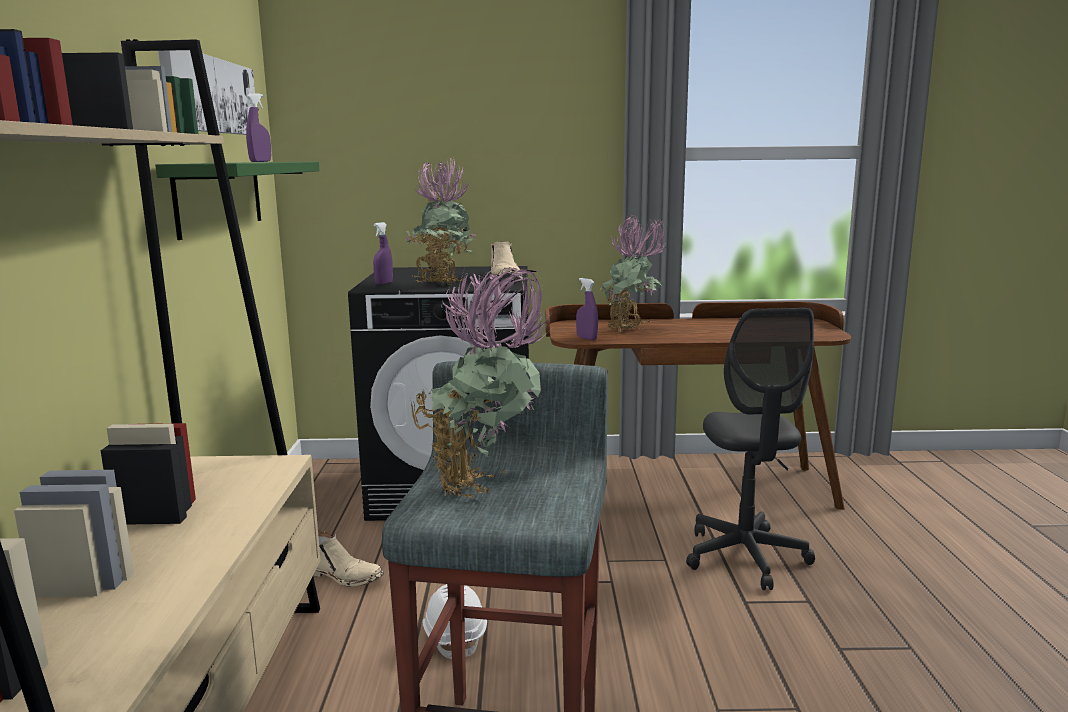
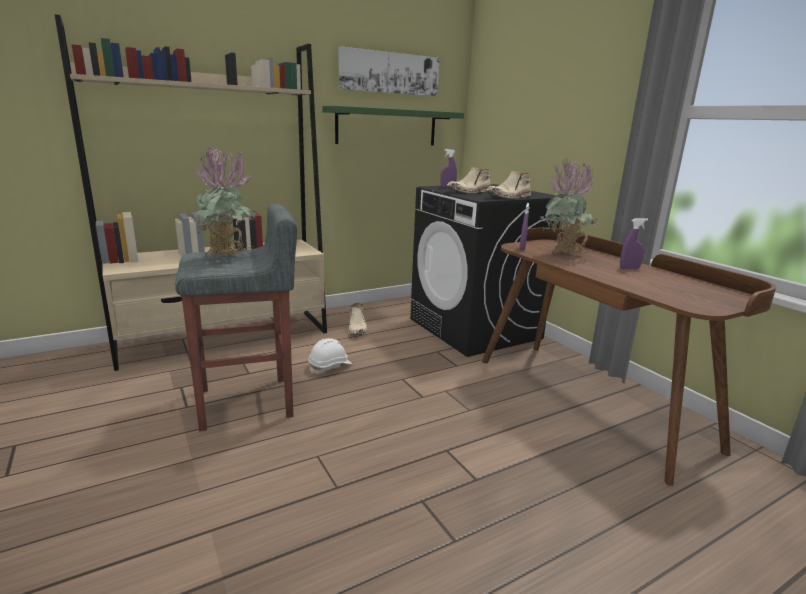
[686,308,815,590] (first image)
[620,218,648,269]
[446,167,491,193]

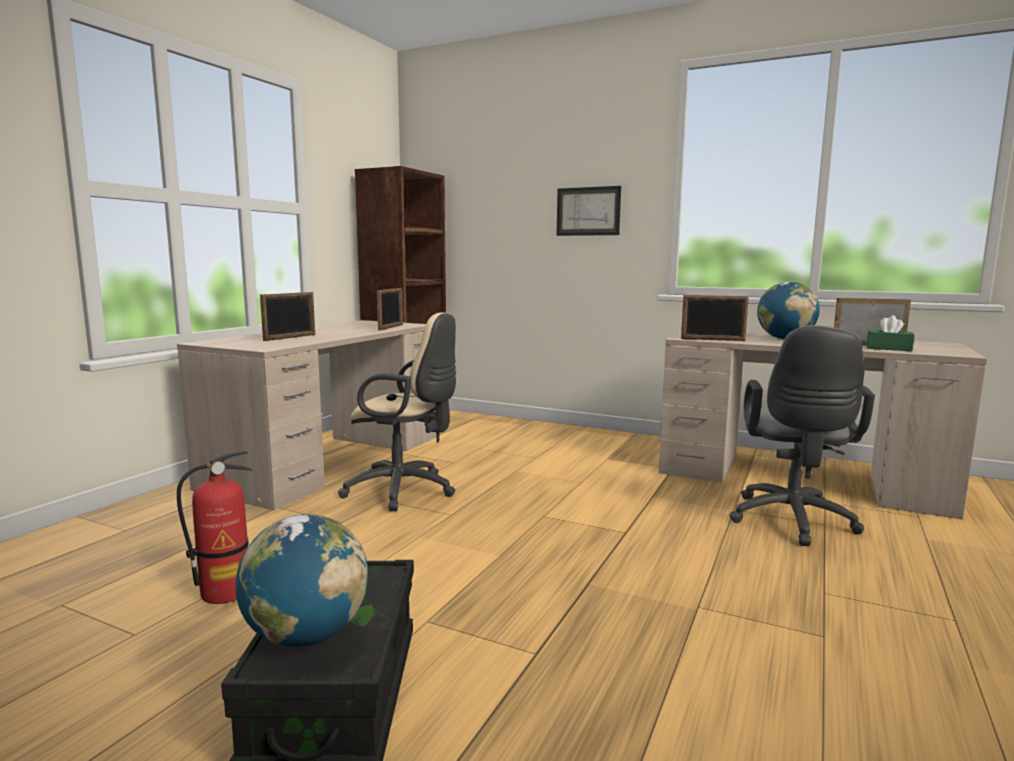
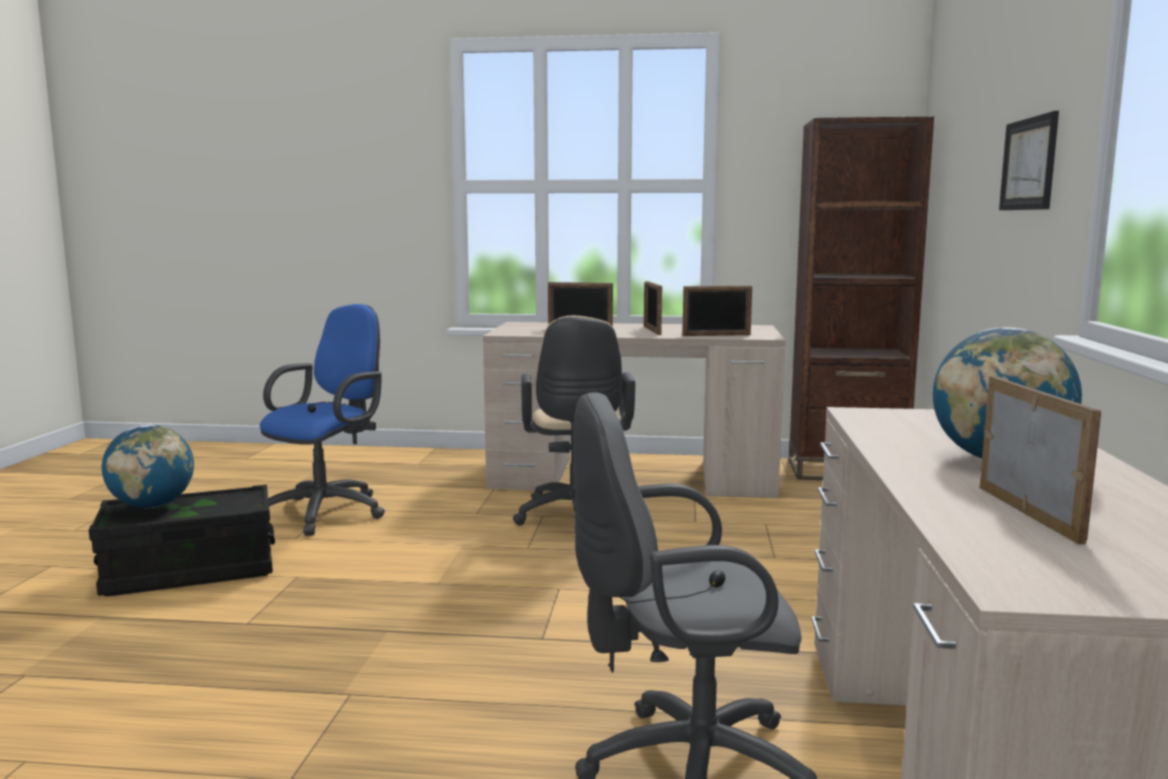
[867,315,915,351] (first image)
[644,281,662,335]
[260,304,385,536]

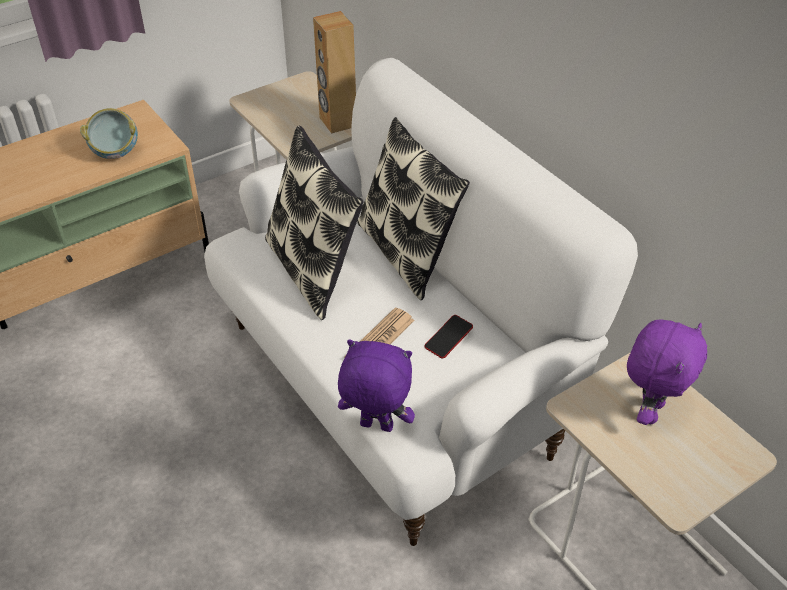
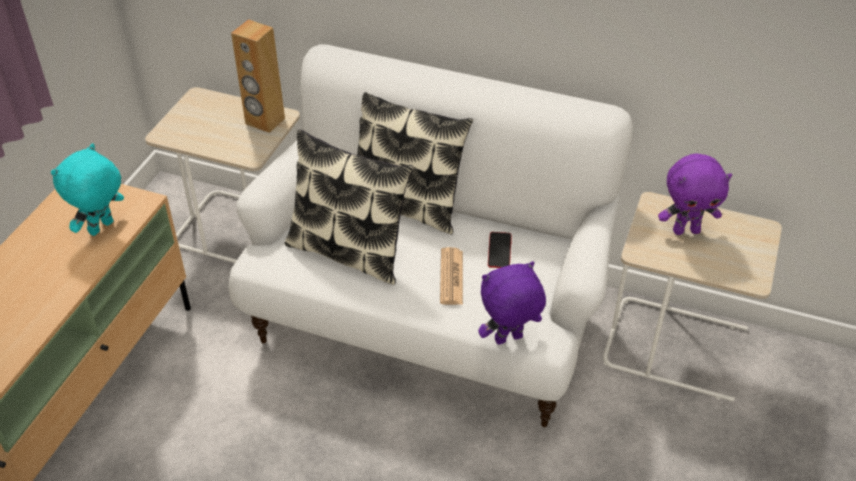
[51,143,124,236]
[658,153,732,235]

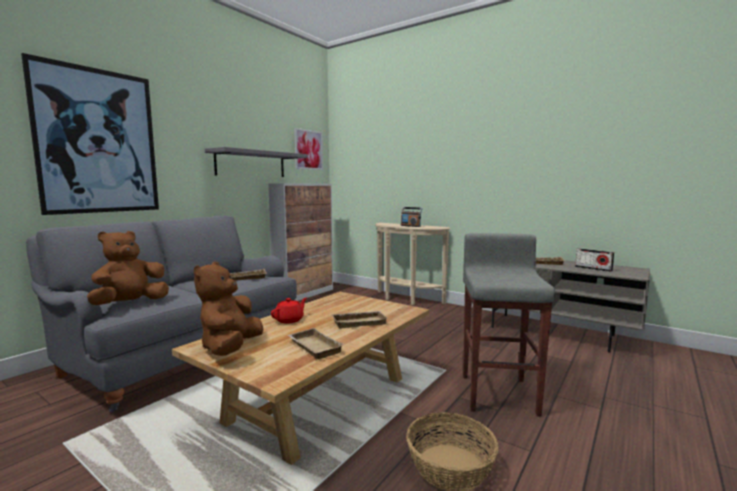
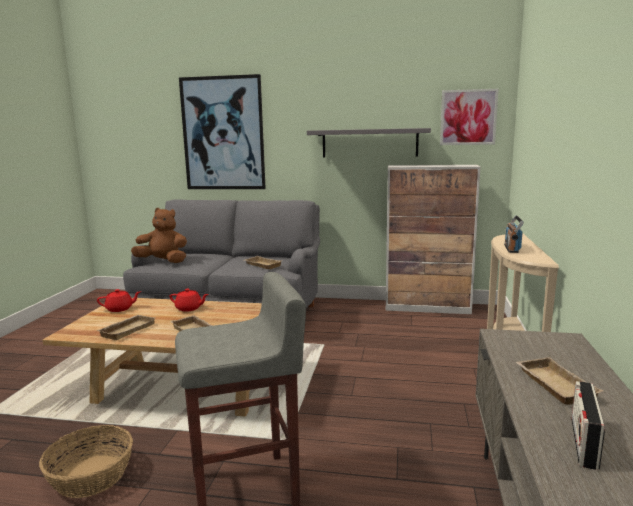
[97,289,141,312]

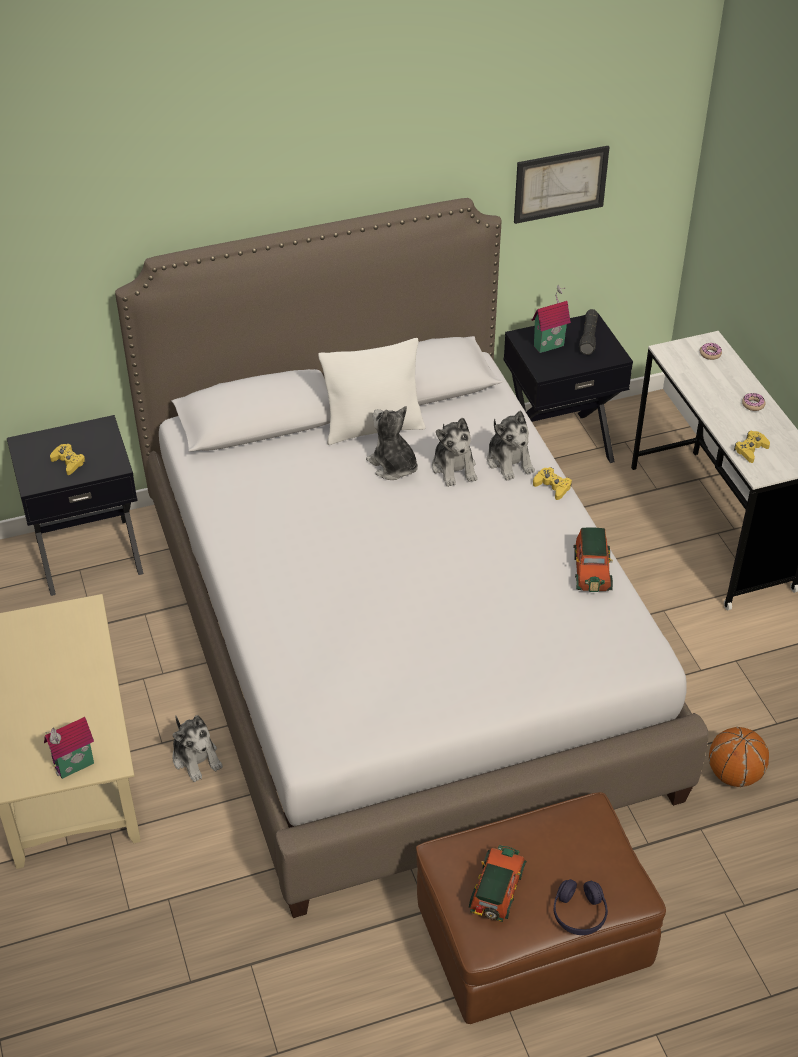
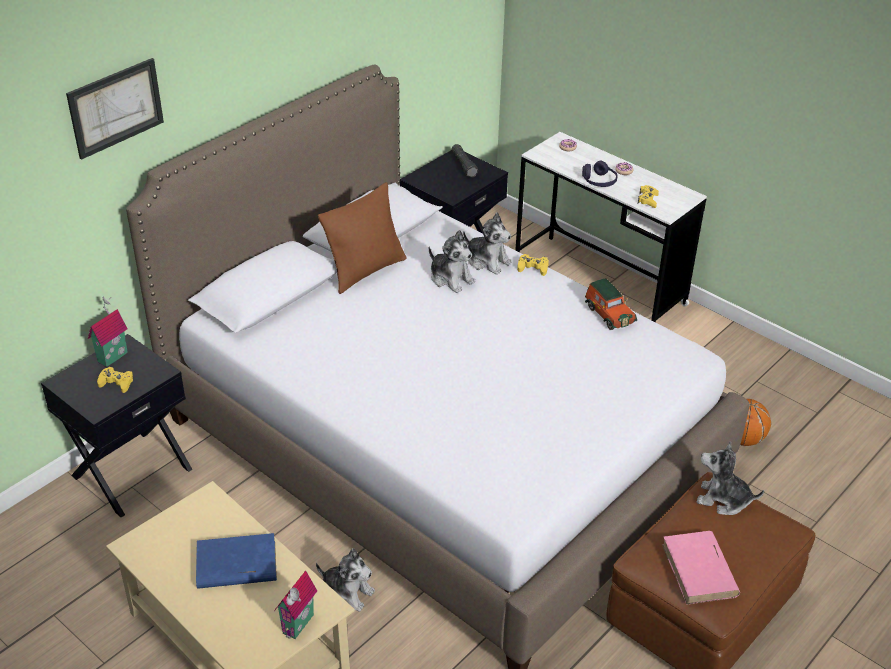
[196,533,277,589]
[697,441,764,515]
[66,58,164,160]
[88,297,128,367]
[582,161,618,187]
[662,531,740,605]
[318,182,407,294]

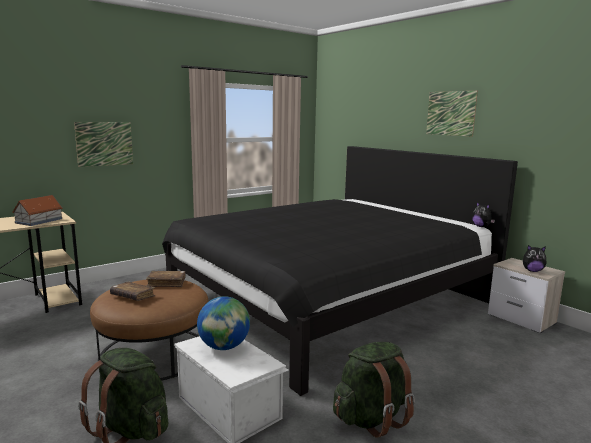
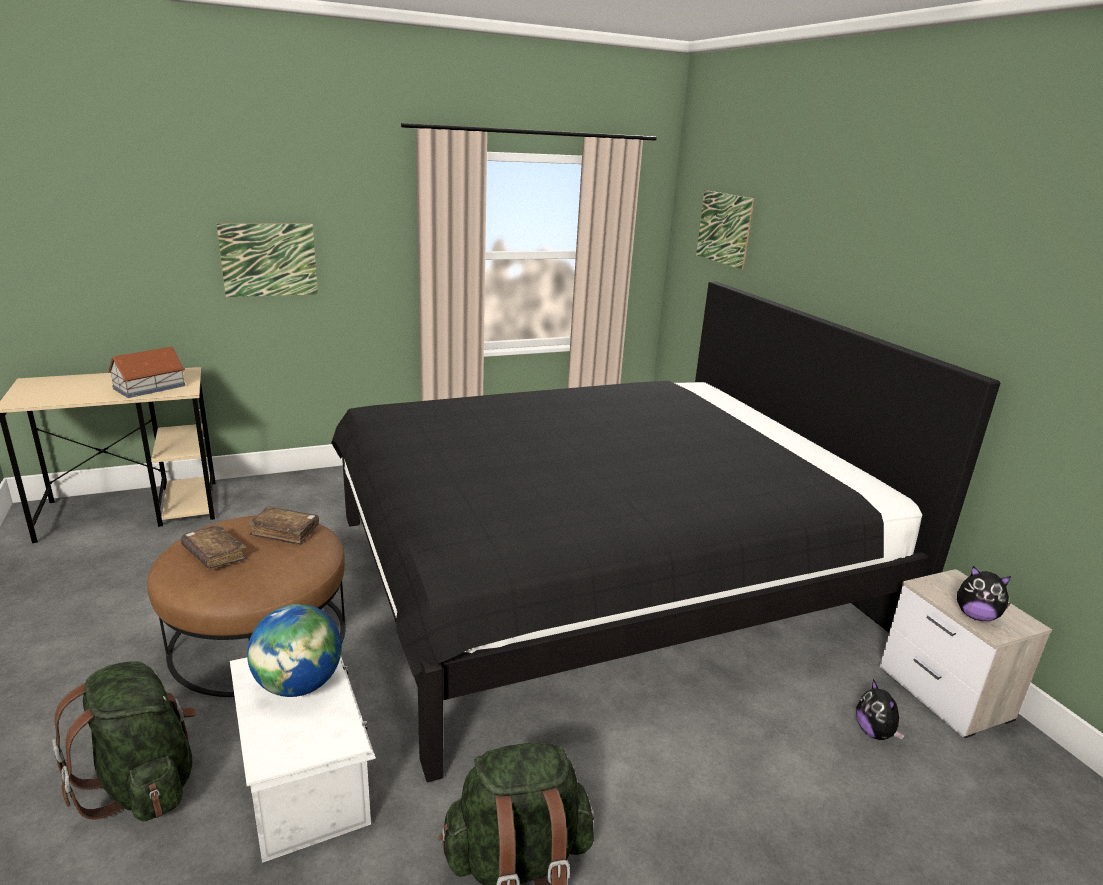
[696,190,755,270]
[856,679,905,740]

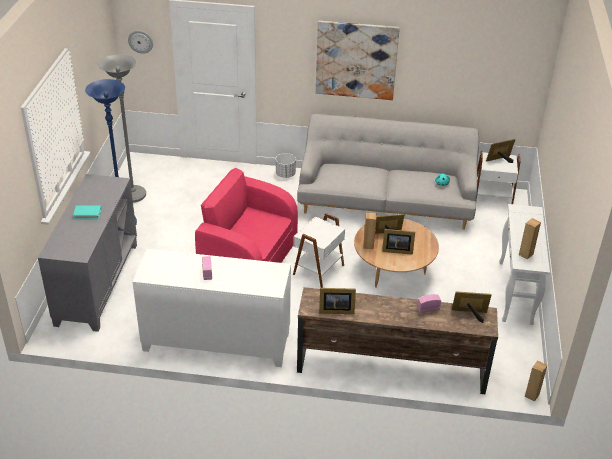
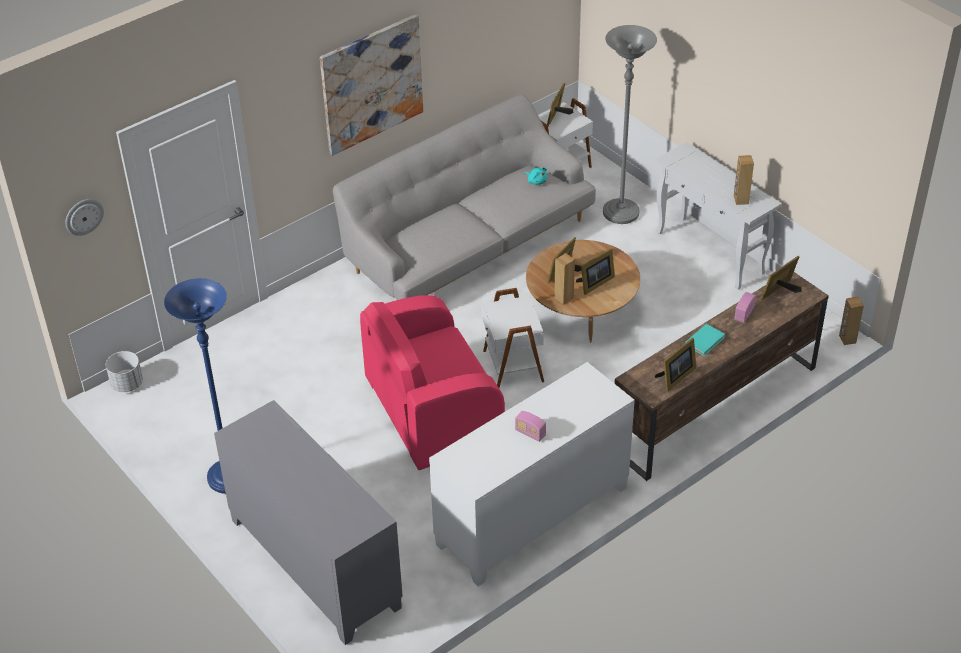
[685,324,725,356]
[603,25,657,224]
[106,351,143,392]

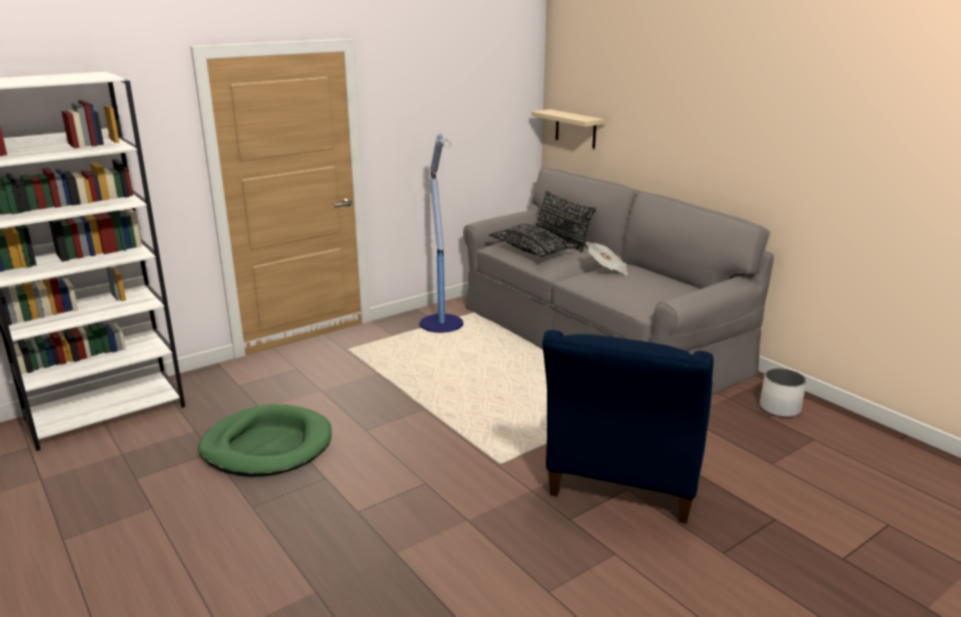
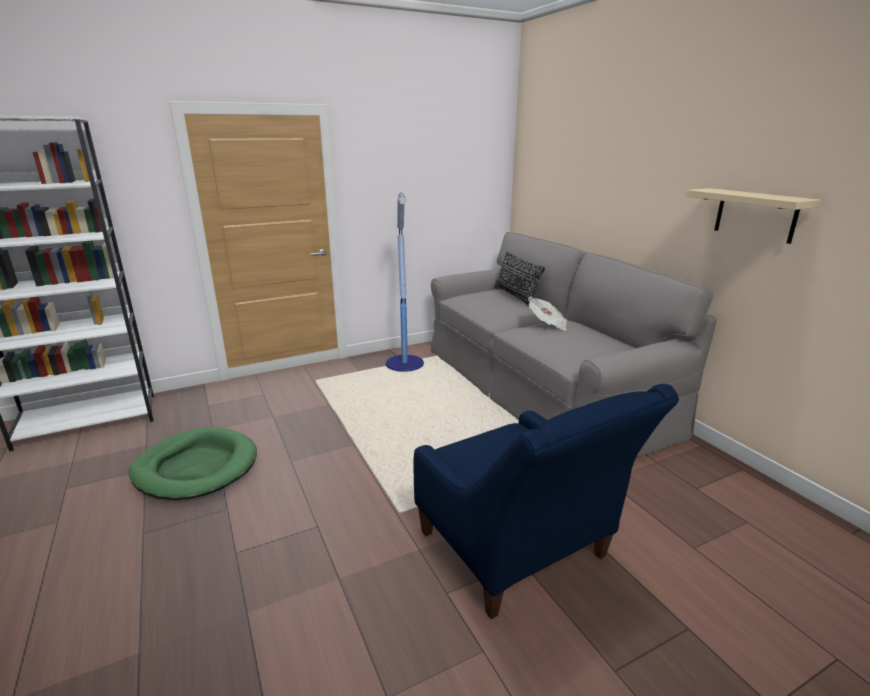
[489,224,578,257] (first image)
[760,368,806,417] (first image)
[686,188,821,244]
[414,384,679,619]

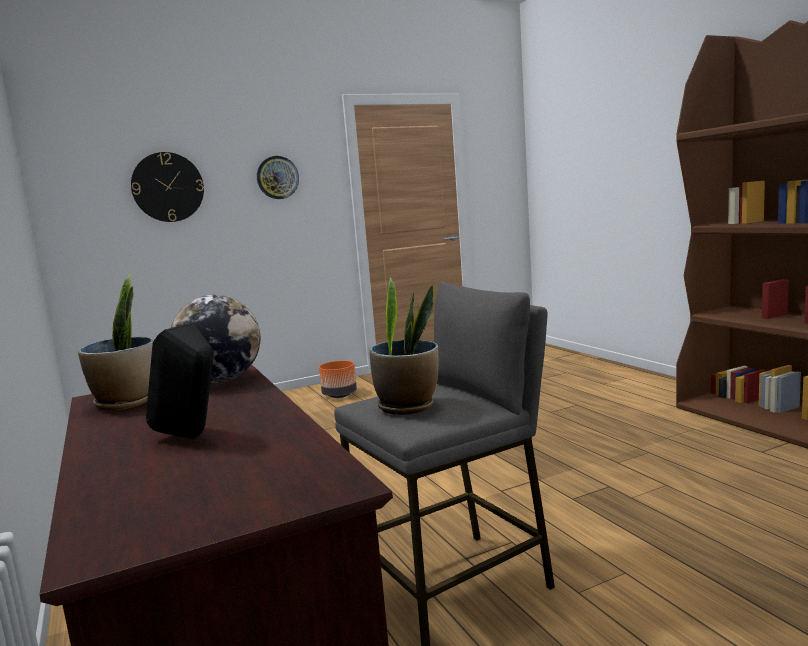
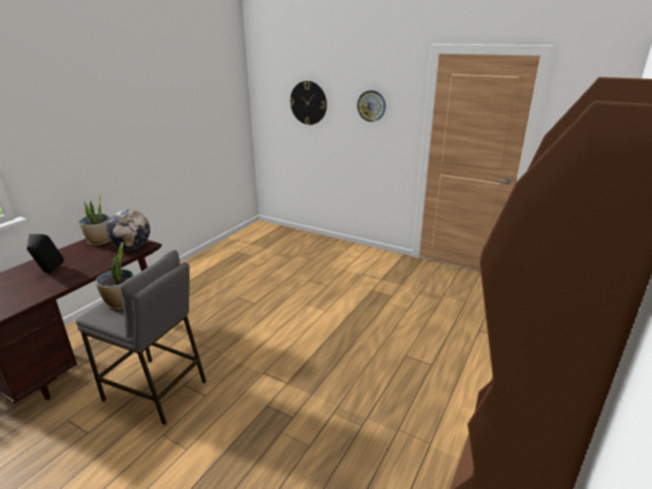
[319,360,357,398] (first image)

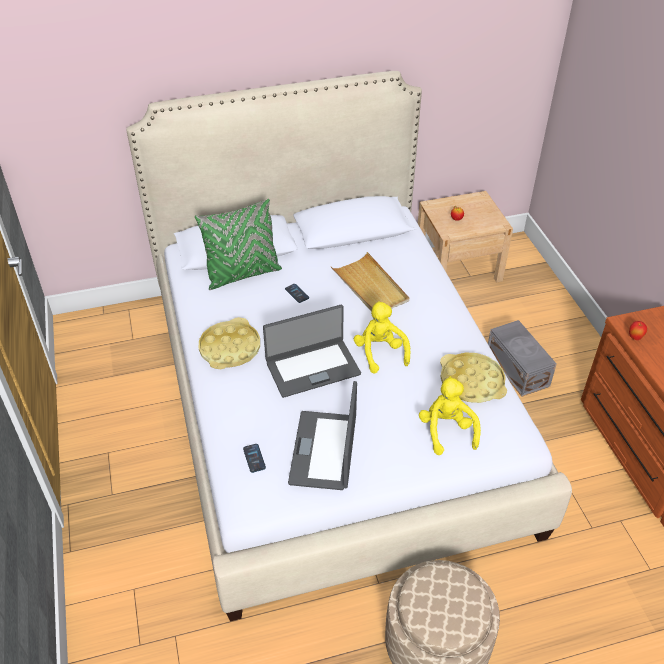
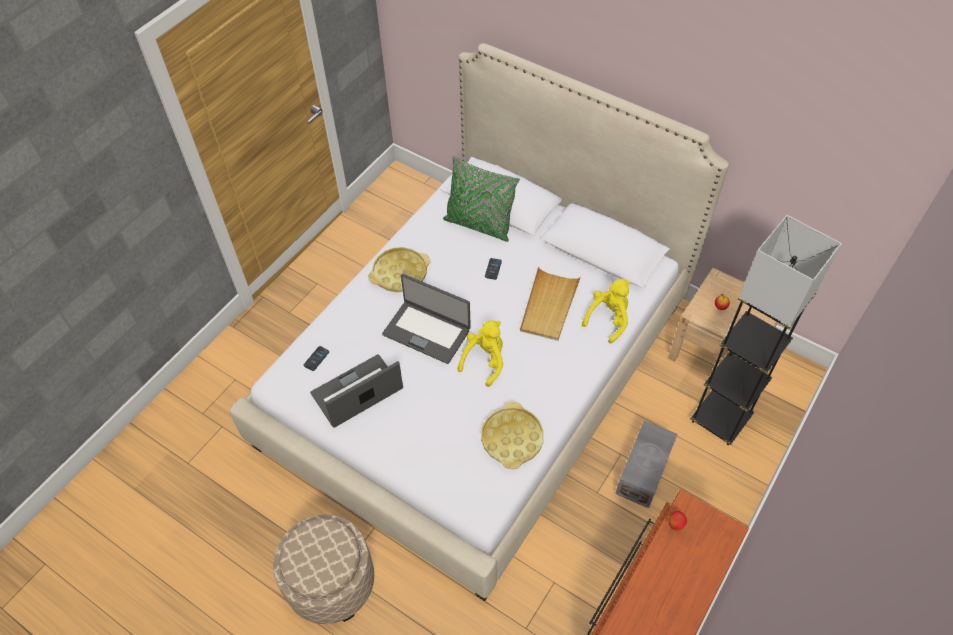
[690,215,842,445]
[582,279,630,343]

